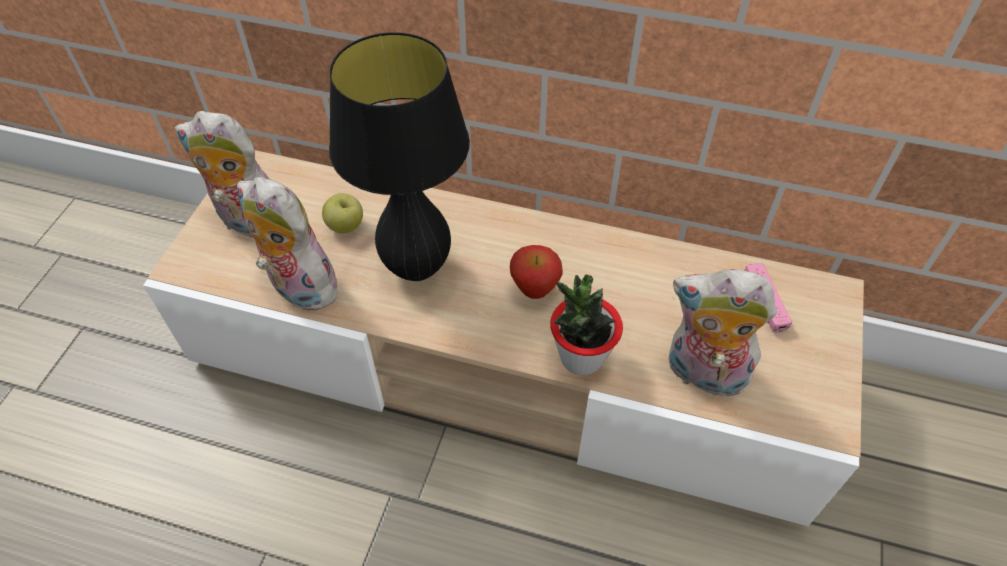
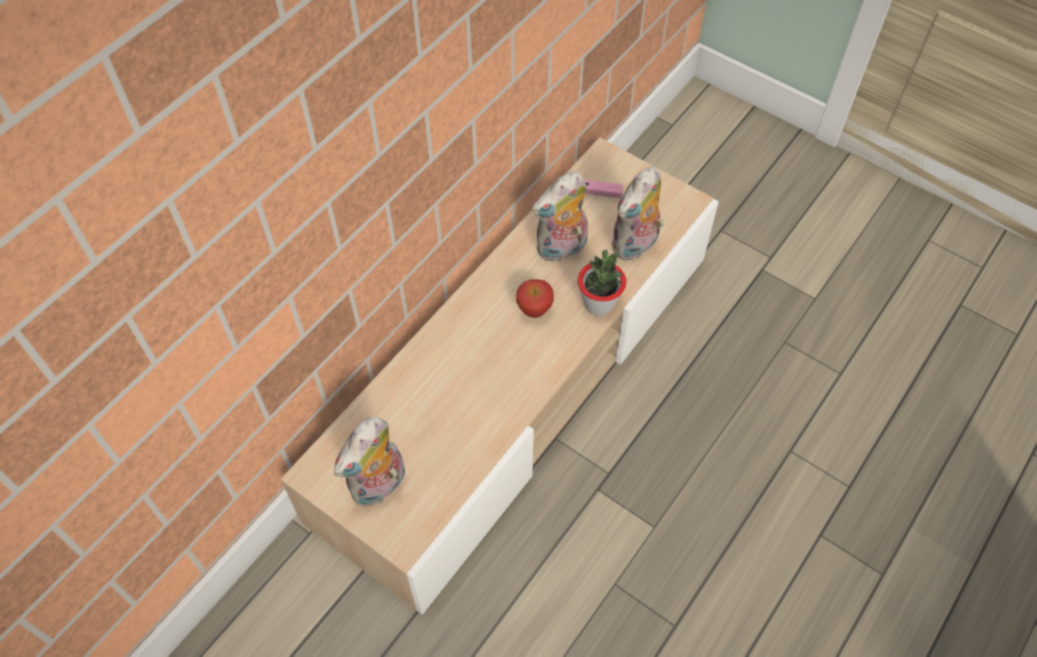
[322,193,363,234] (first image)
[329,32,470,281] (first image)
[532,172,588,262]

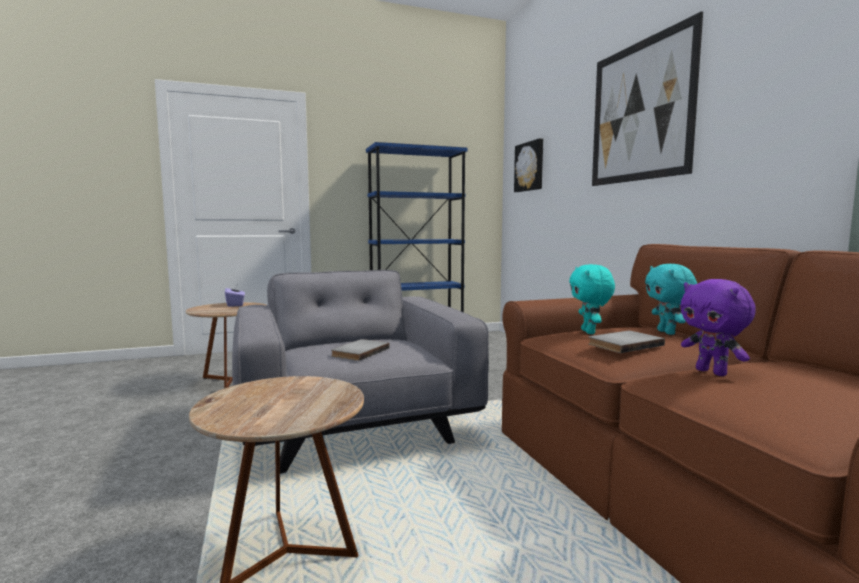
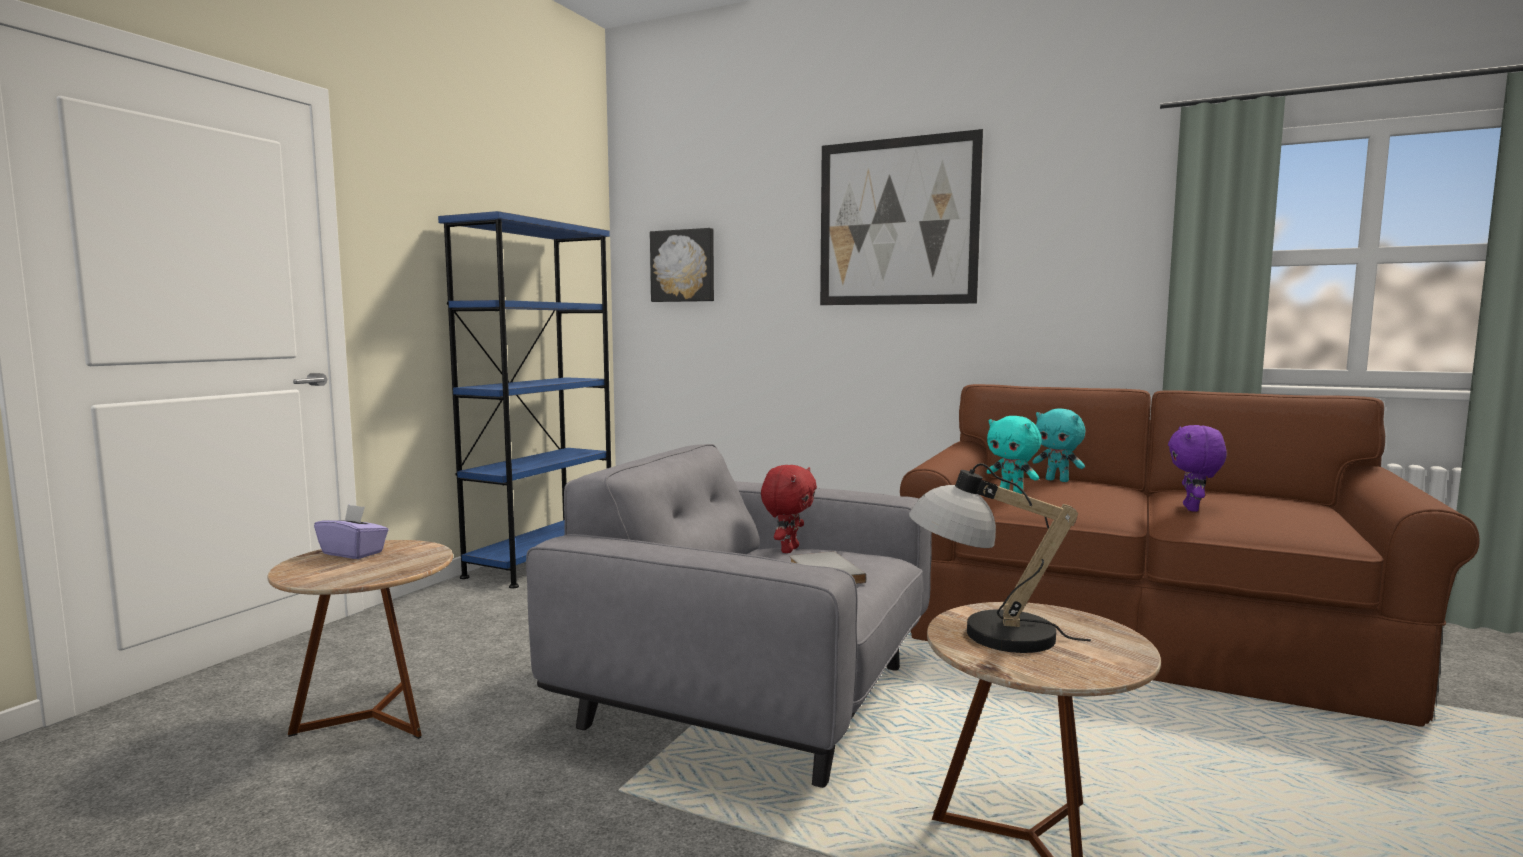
[588,331,665,353] (first image)
[761,465,817,553]
[909,463,1091,653]
[1168,425,1227,512]

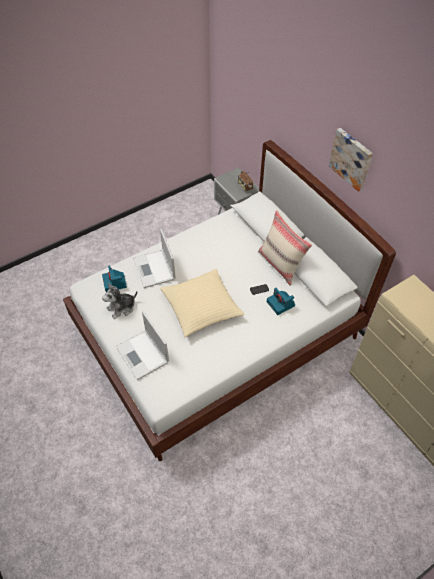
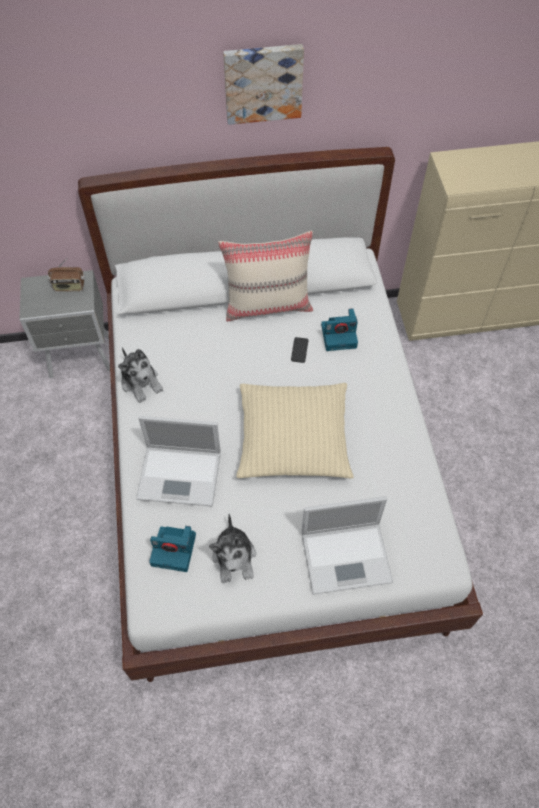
[118,347,163,403]

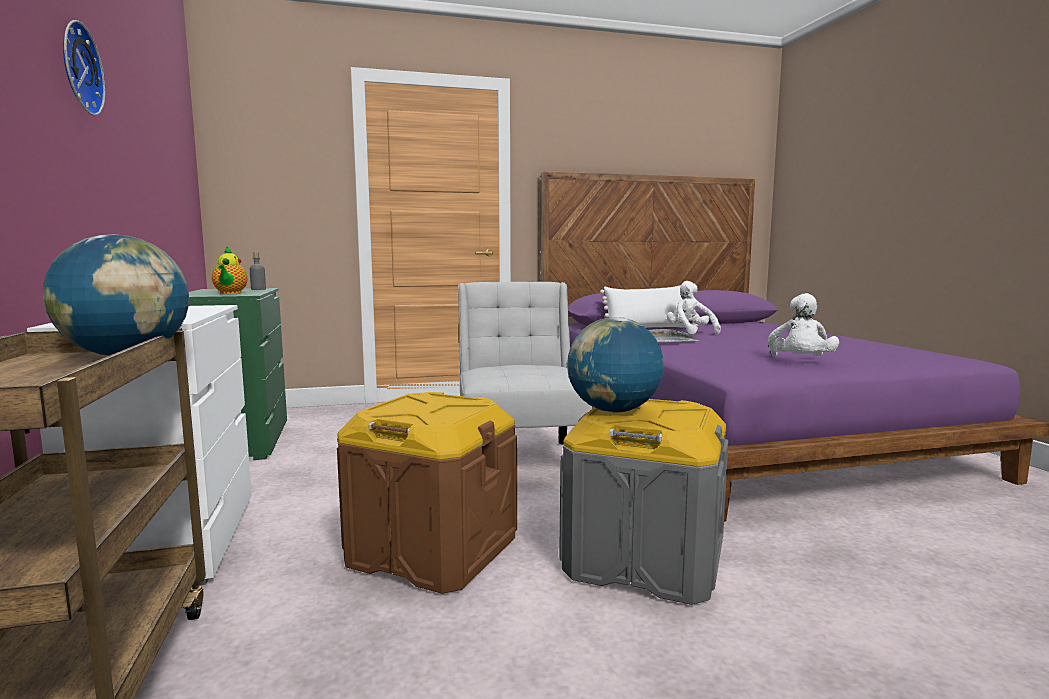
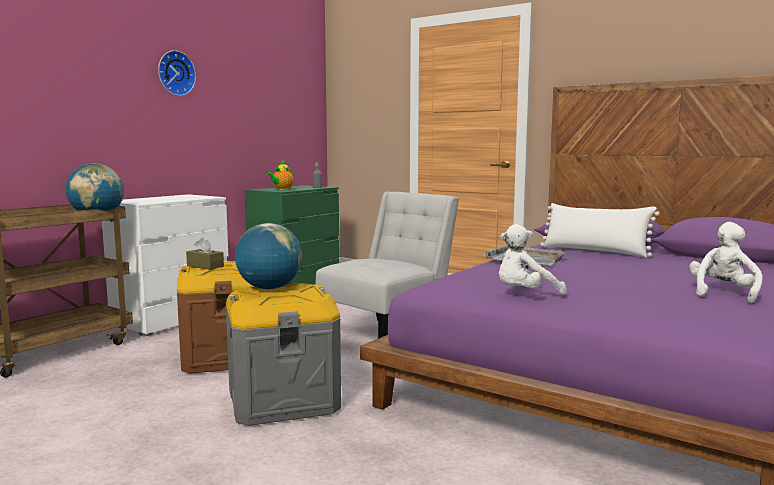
[186,238,224,270]
[689,222,762,304]

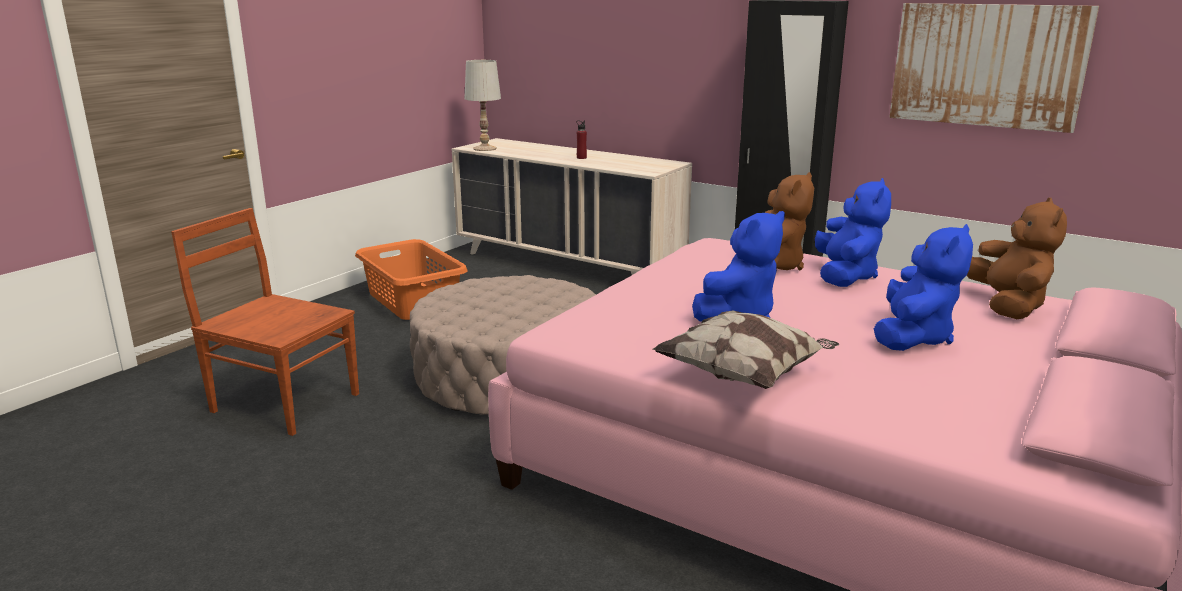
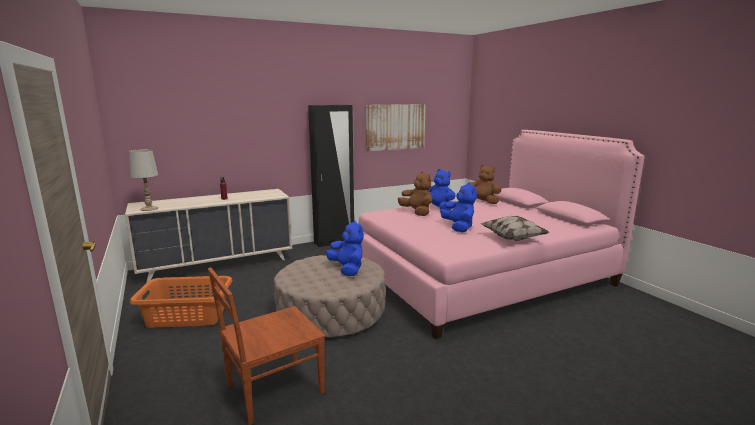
[326,220,364,276]

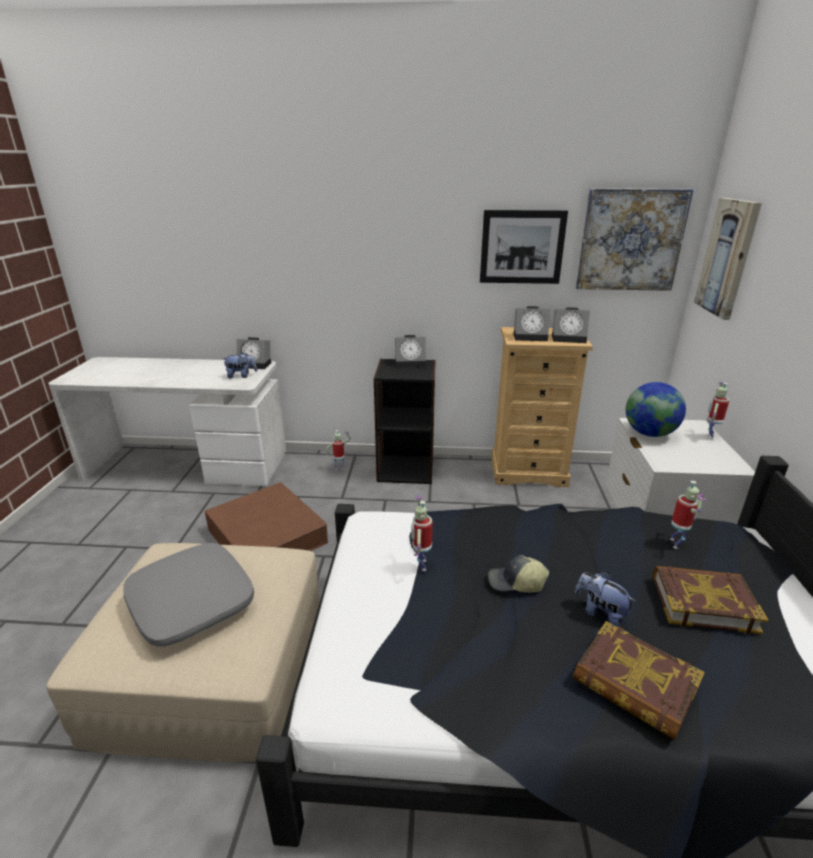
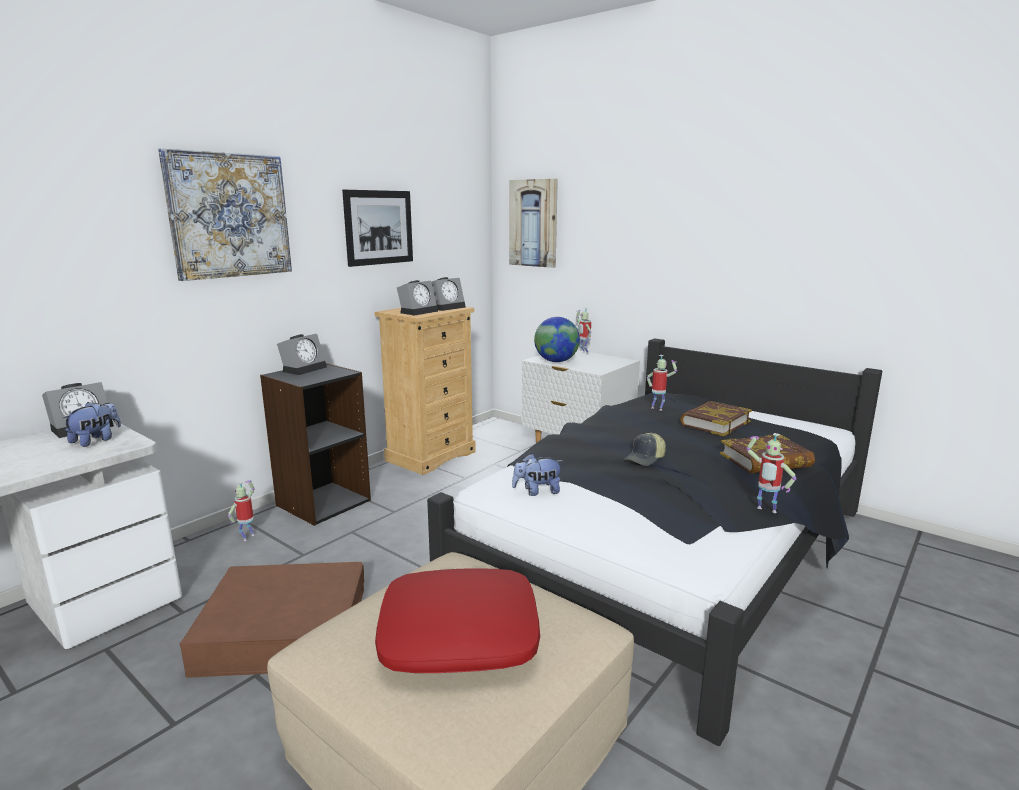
[746,433,797,513]
[512,453,563,496]
[158,148,292,281]
[375,568,540,673]

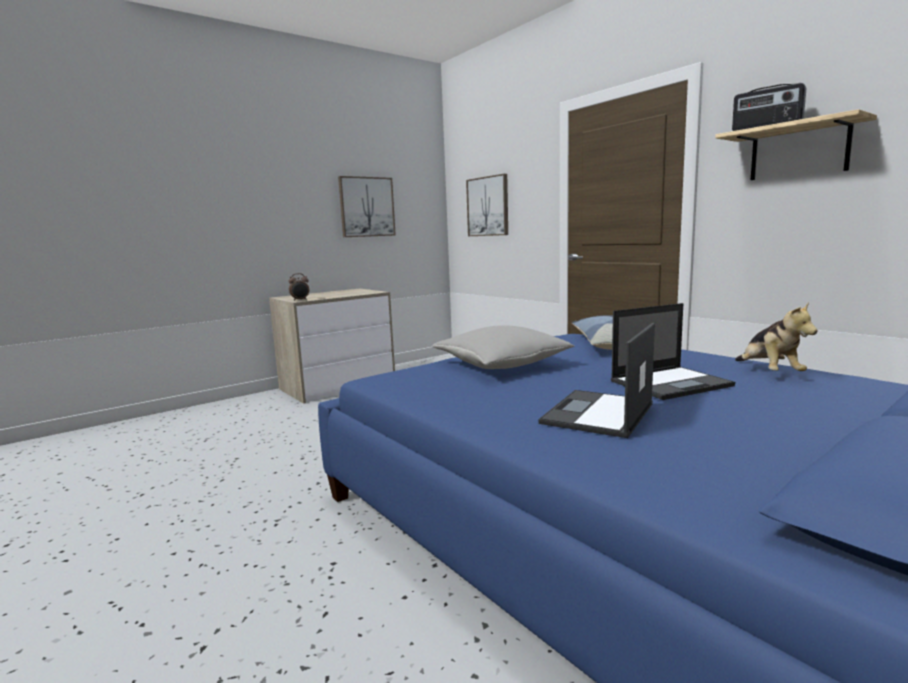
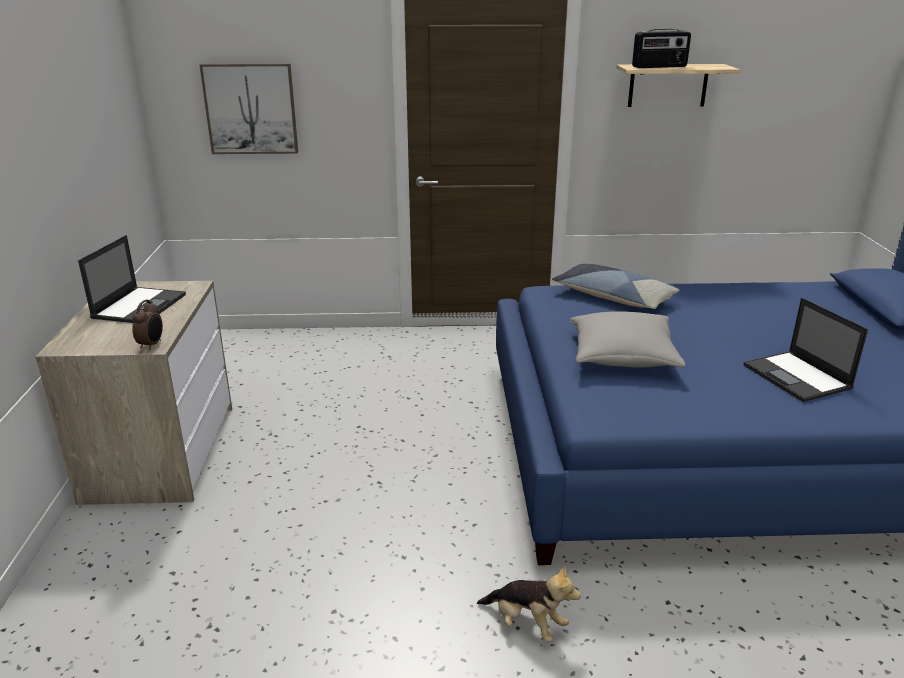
[338,176,396,237] (first image)
[78,235,186,323]
[477,564,581,642]

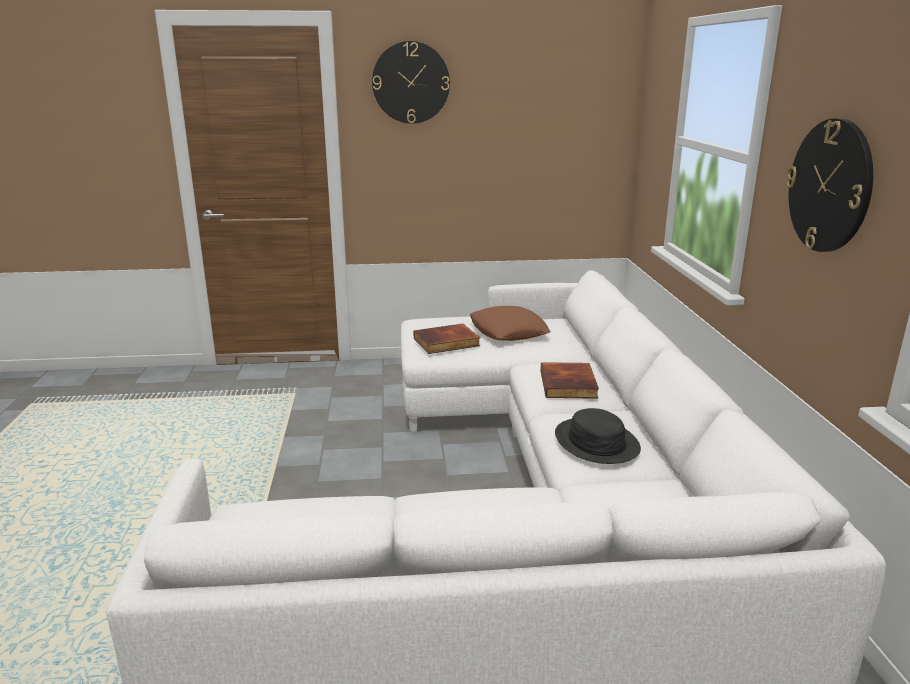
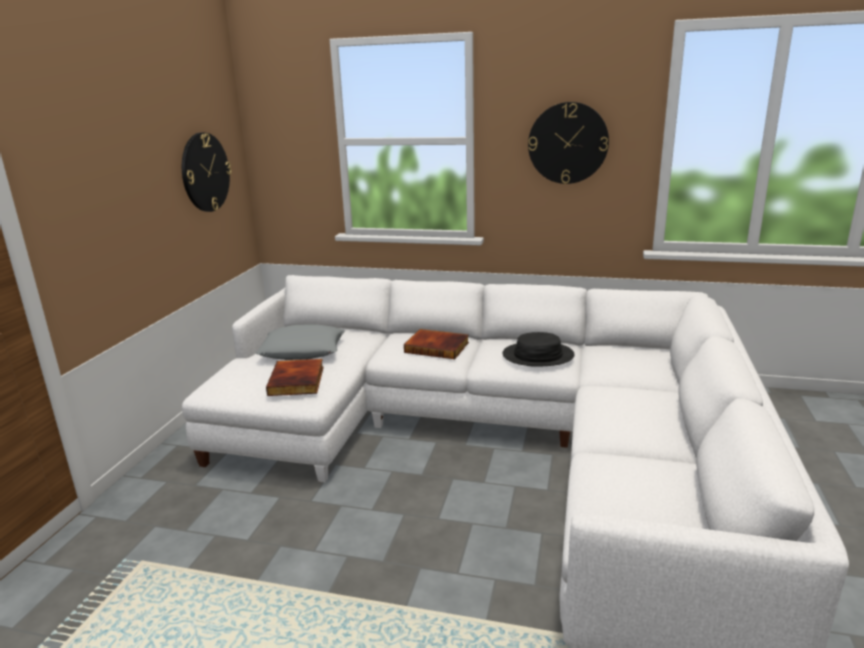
[182,132,231,212]
[256,324,345,360]

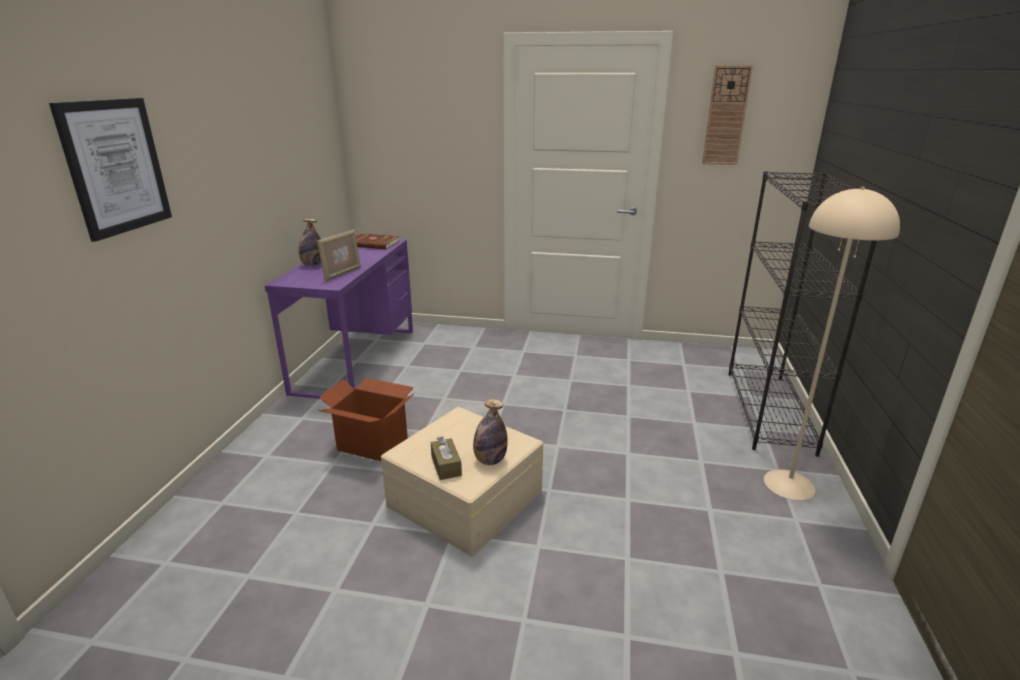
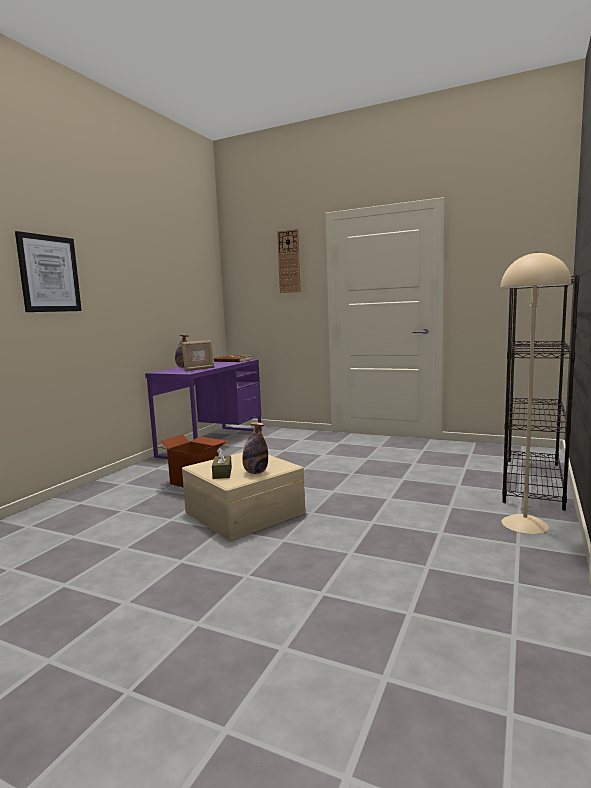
[277,229,301,293]

